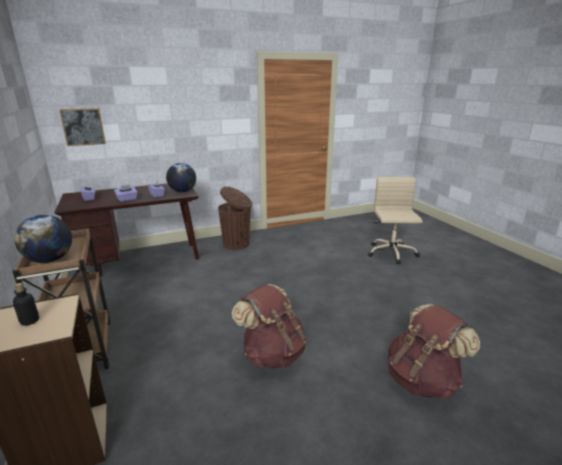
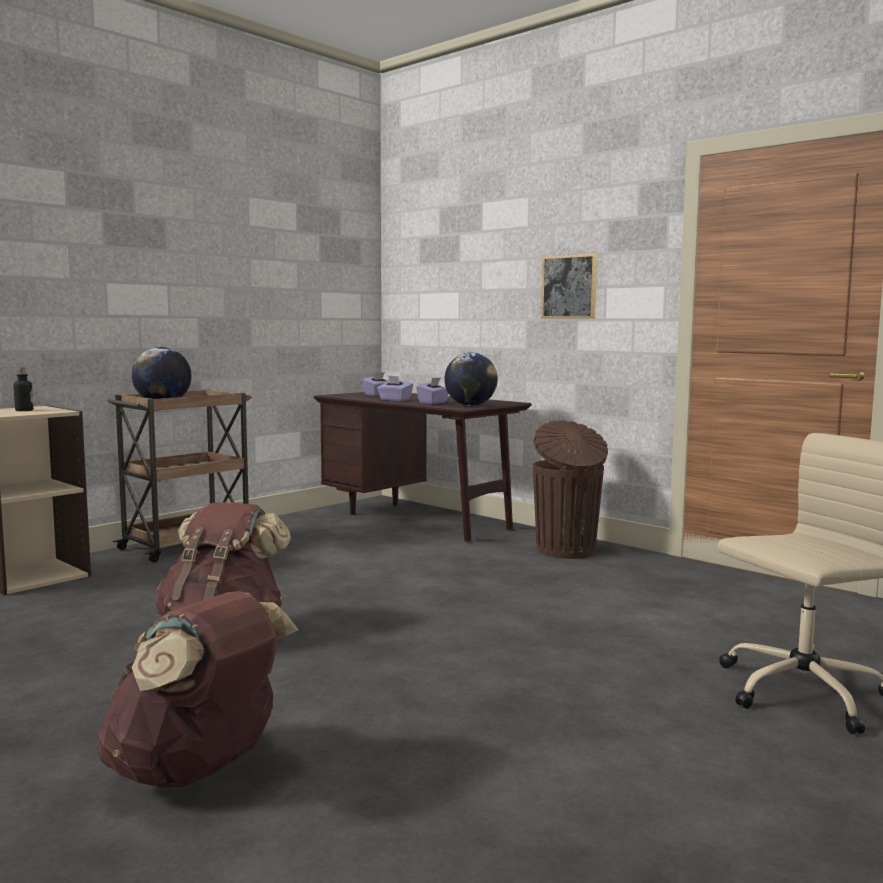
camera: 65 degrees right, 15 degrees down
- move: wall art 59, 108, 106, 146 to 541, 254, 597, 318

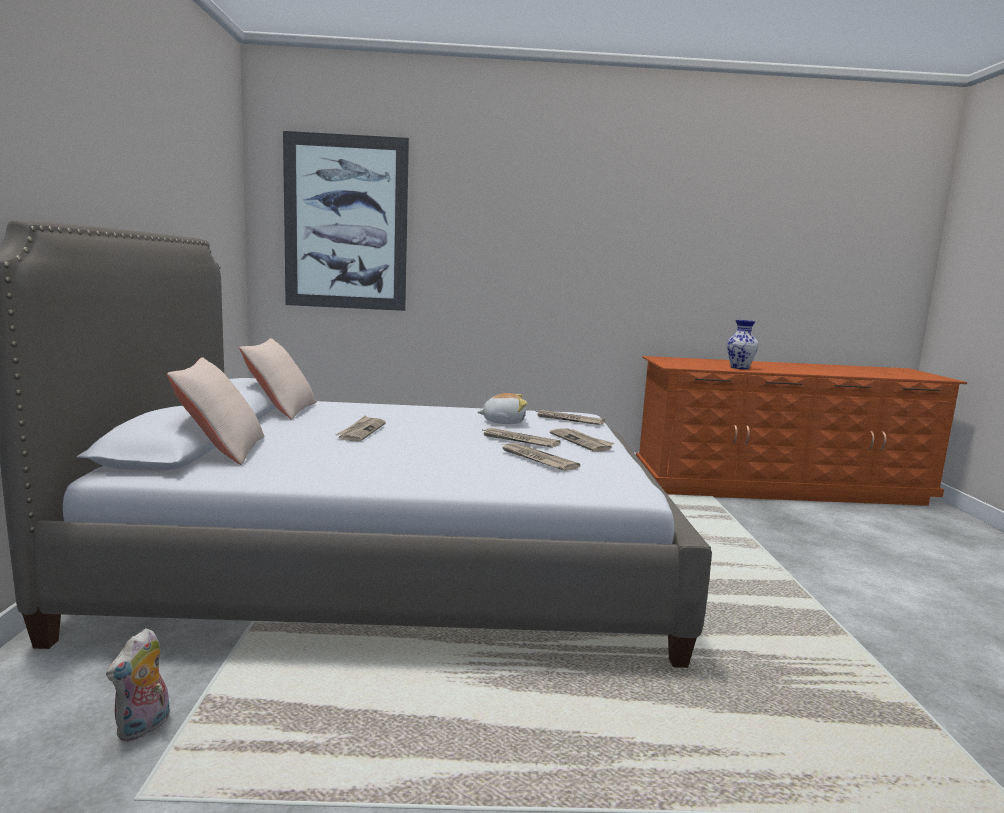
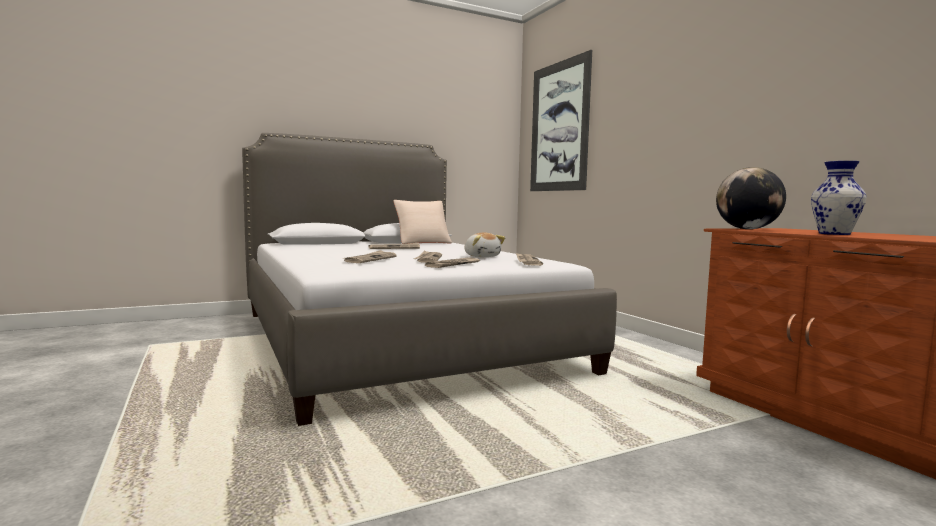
camera: 65 degrees right, 5 degrees down
- insert: globe 716, 167, 786, 229
- delete: cuddly toy 106, 628, 170, 742
- delete: sand-coloured throw pillow 167, 357, 264, 465

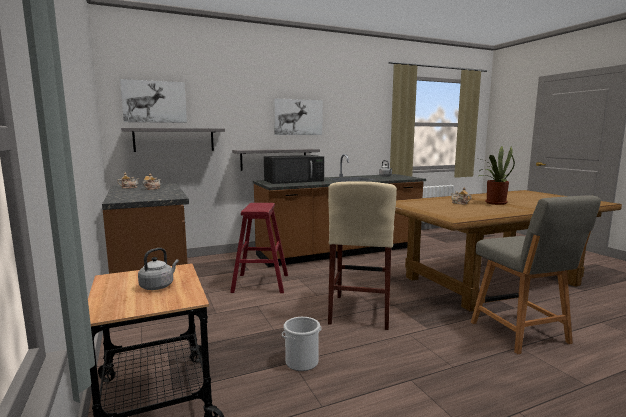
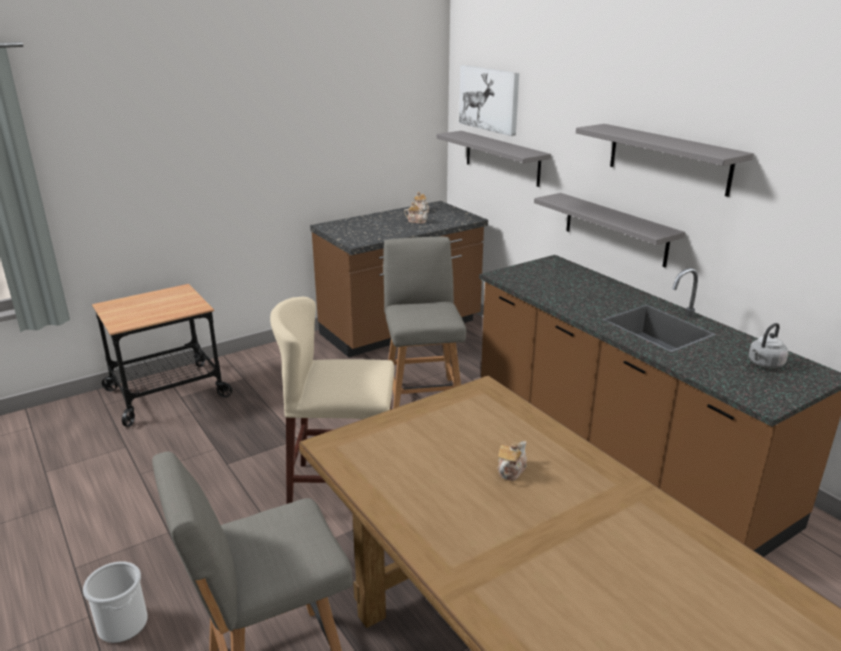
camera: 80 degrees right, 15 degrees up
- move: pail 282, 317, 321, 371 to 83, 561, 148, 643
- replace: reddish sitting stool 230, 203, 288, 293 to greyish upright chair 383, 237, 466, 409
- replace: wall art 274, 99, 322, 135 to greyish bracket shelf 576, 124, 754, 197
- delete: greyish tea kettle 138, 248, 179, 290
- delete: blackish microwave oven 264, 155, 324, 184
- delete: plant in a pot 479, 146, 515, 205

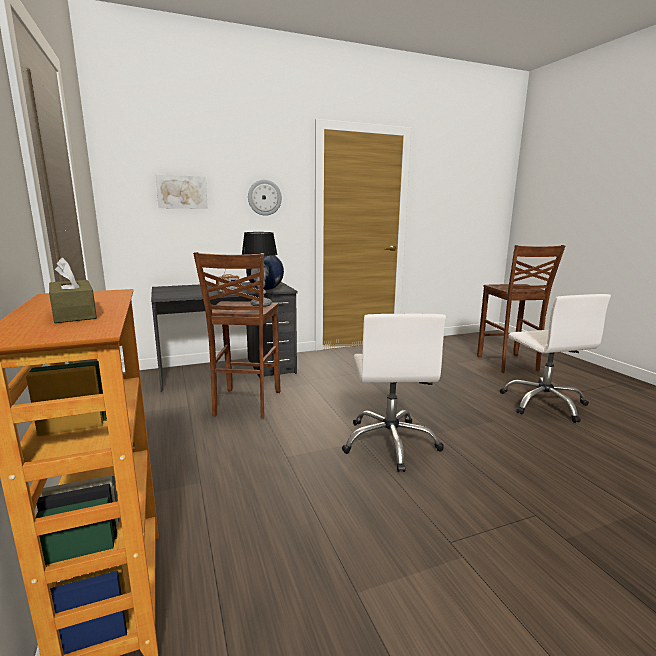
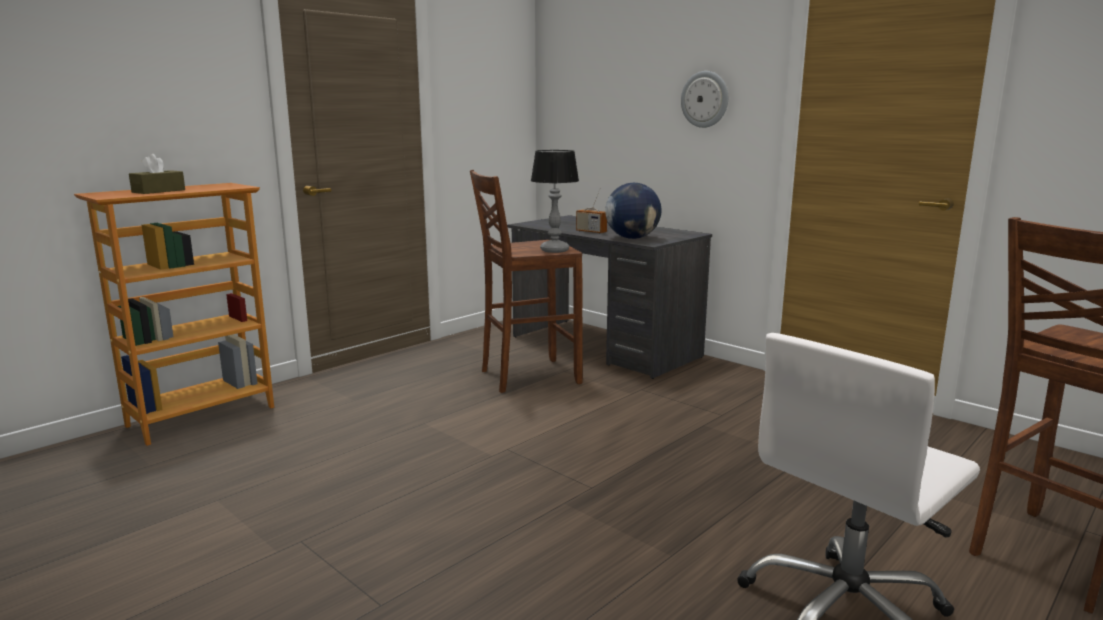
camera: 65 degrees right, 0 degrees up
- delete: wall art 156, 175, 208, 209
- delete: white-coloured computer chair 342, 314, 446, 472

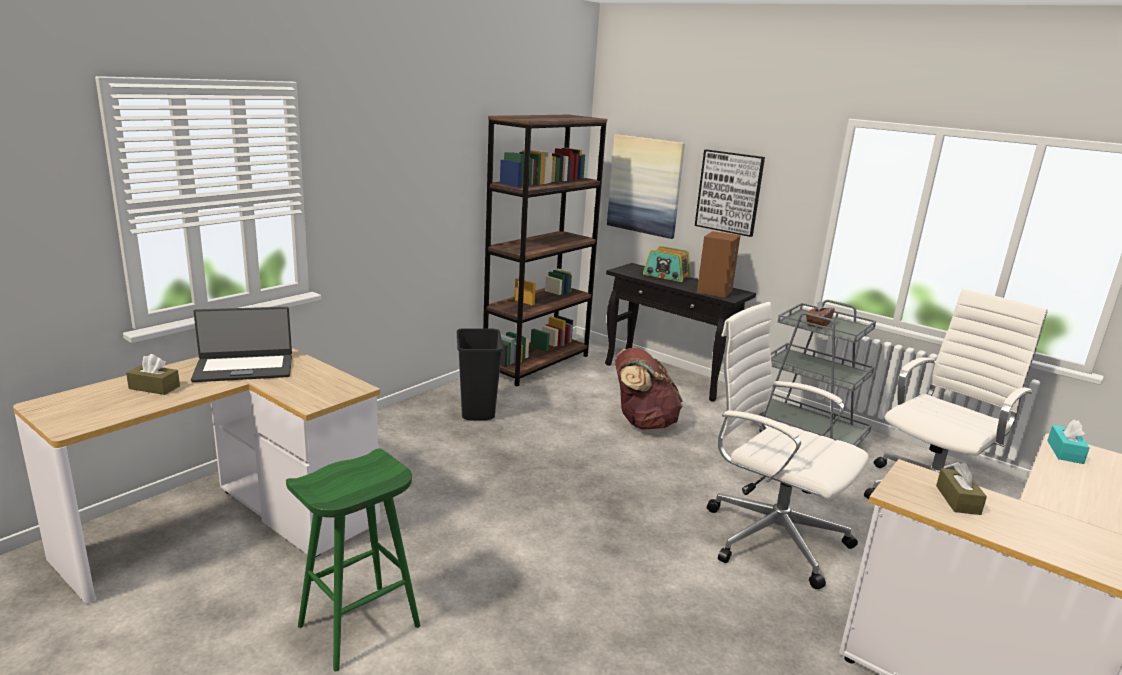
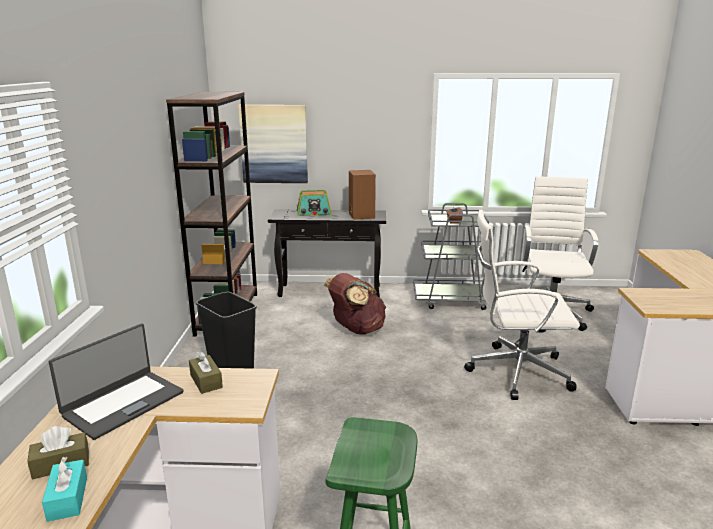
camera: 35 degrees left, 0 degrees up
- move: turquoise tissue holder 1047, 420, 1090, 464 to 42, 457, 87, 522
- move: brownish tissue holder 936, 463, 987, 515 to 189, 351, 223, 394
- delete: wall art 695, 150, 765, 237

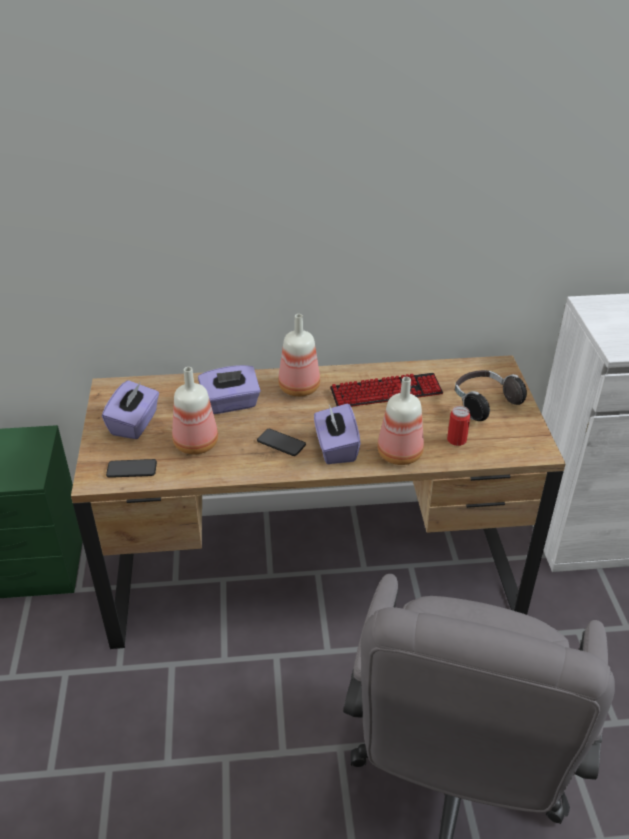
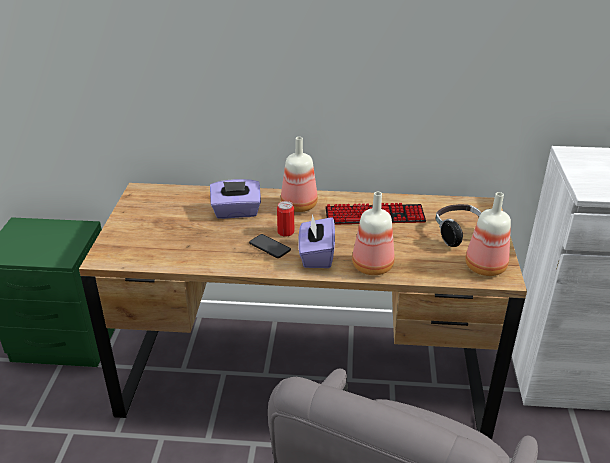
camera: 10 degrees right, 5 degrees down
- move: can 447, 406, 471, 446 to 277, 201, 294, 237
- move: bottle 172, 367, 218, 455 to 465, 192, 511, 276
- delete: purple-coloured tissue holder 102, 380, 159, 439
- delete: telephone 106, 459, 157, 478

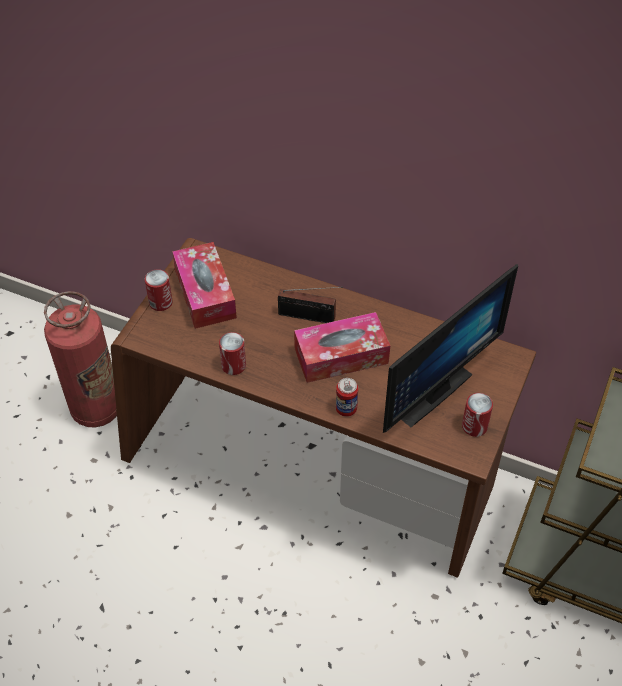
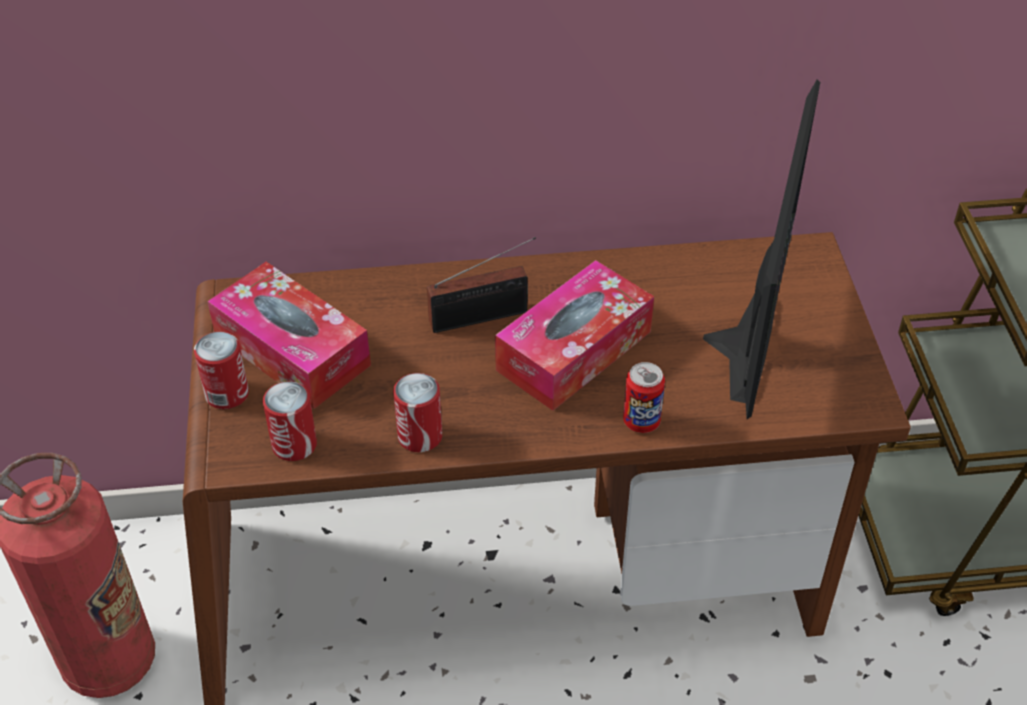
camera: 30 degrees left, 5 degrees down
- move: can 462, 393, 493, 437 to 263, 381, 317, 461

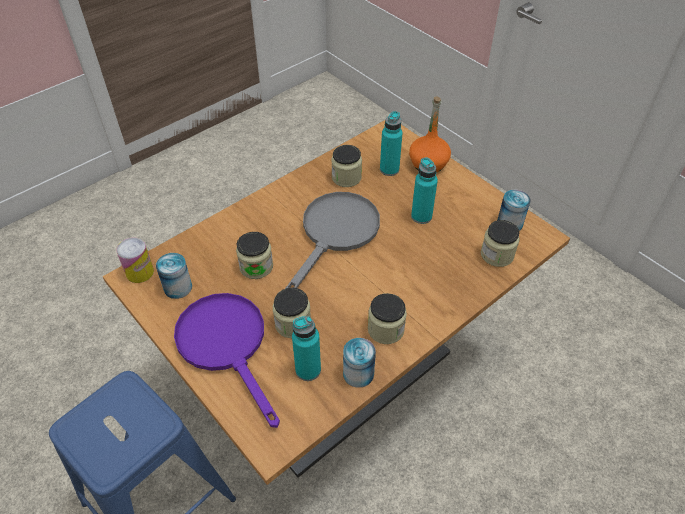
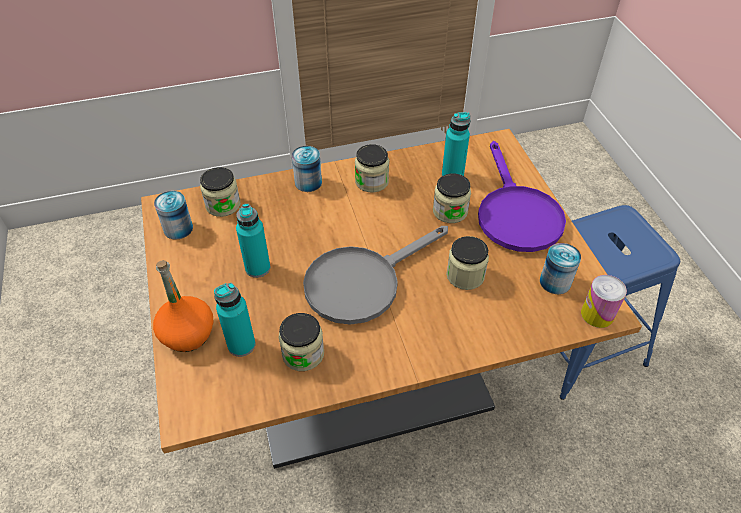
camera: 155 degrees left, 0 degrees up
- move: can 343, 338, 376, 388 to 292, 146, 322, 192

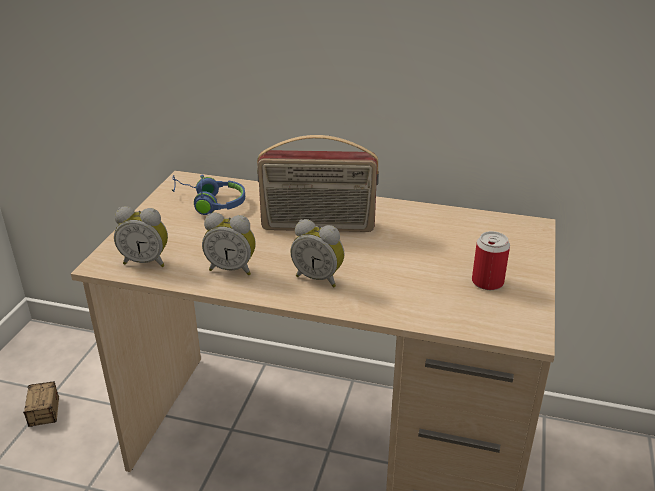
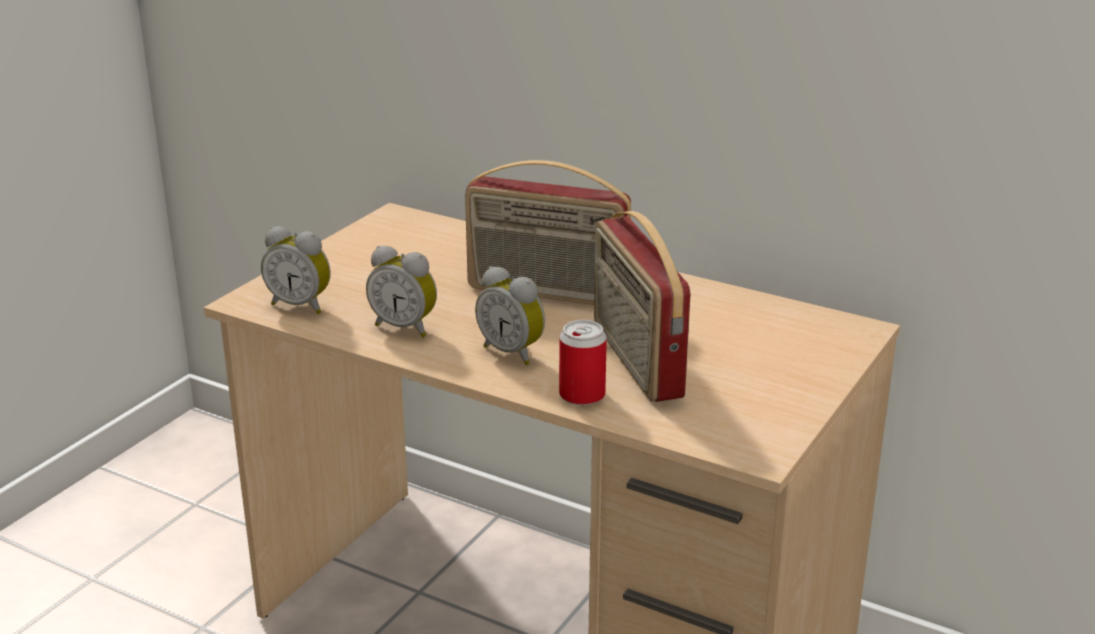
camera: 15 degrees right, 5 degrees down
- move: can 472, 231, 510, 290 to 559, 320, 607, 405
- insert: radio set 594, 211, 691, 402
- delete: storage container 23, 381, 59, 427
- delete: bluish headphones 172, 175, 245, 215

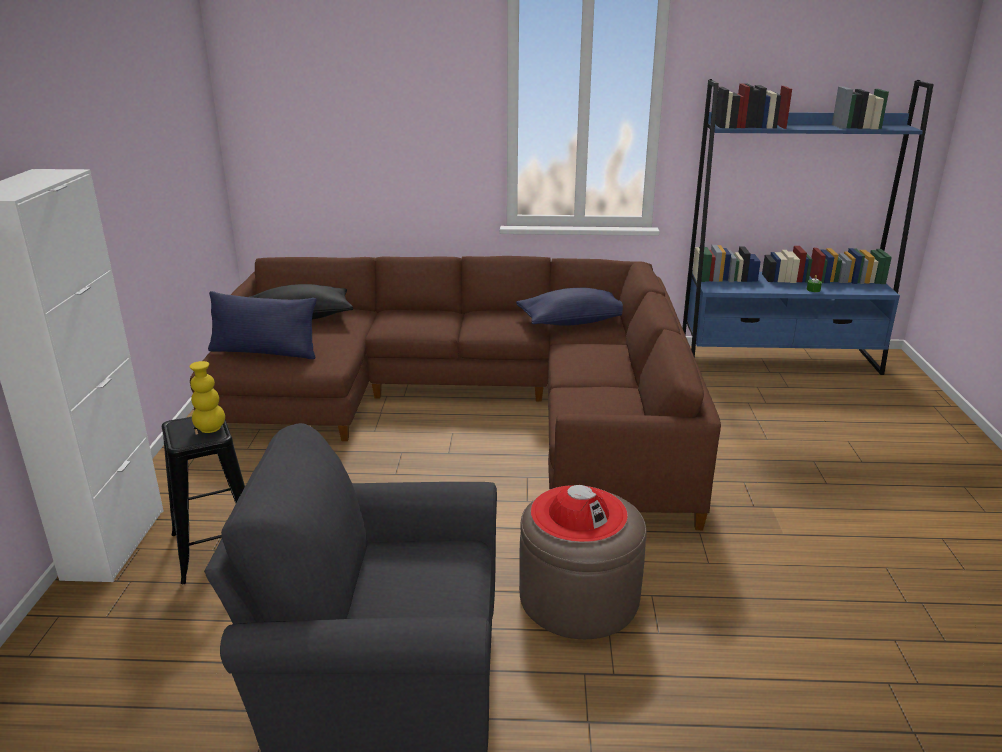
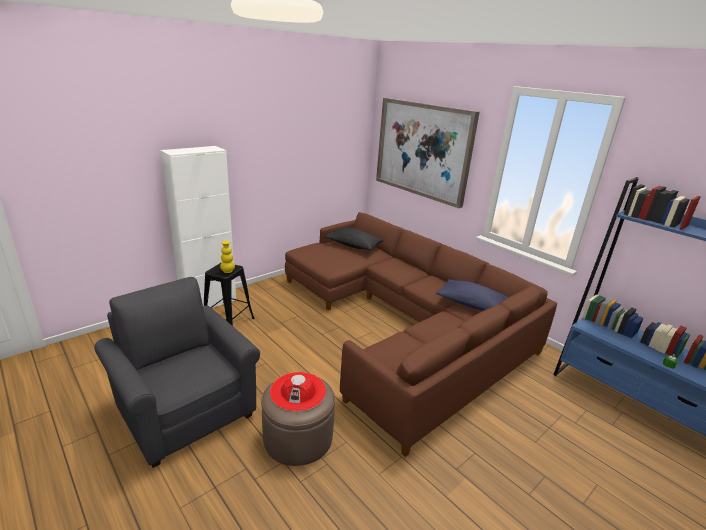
camera: 45 degrees right, 0 degrees up
- insert: wall art 376, 98, 480, 208
- delete: bluish throw pillow 208, 291, 317, 359

